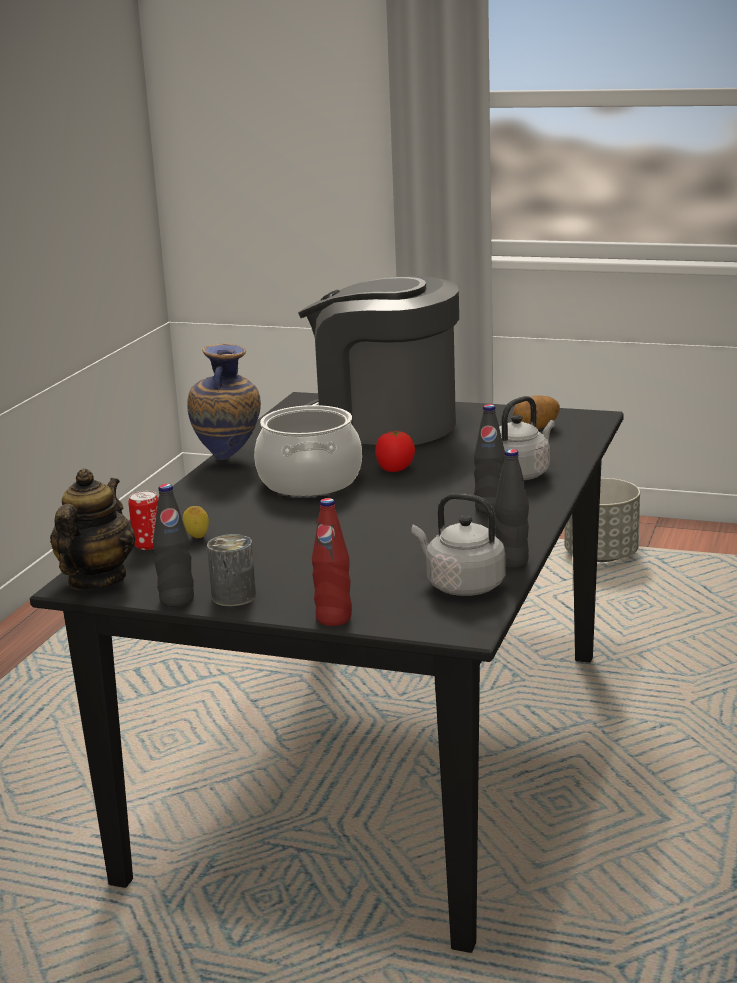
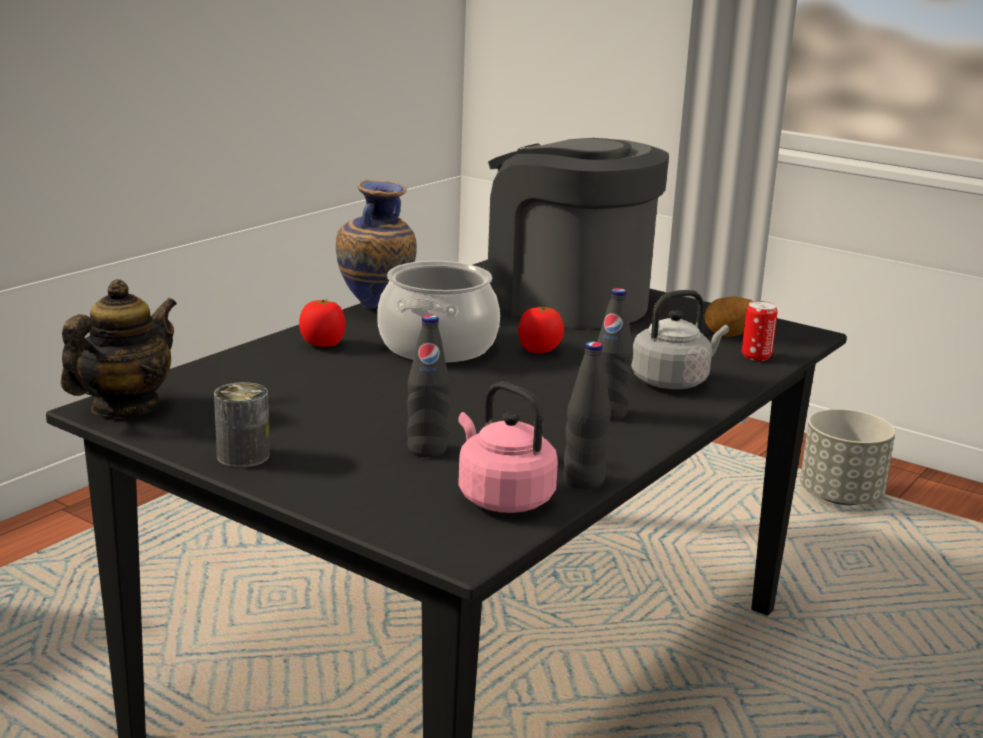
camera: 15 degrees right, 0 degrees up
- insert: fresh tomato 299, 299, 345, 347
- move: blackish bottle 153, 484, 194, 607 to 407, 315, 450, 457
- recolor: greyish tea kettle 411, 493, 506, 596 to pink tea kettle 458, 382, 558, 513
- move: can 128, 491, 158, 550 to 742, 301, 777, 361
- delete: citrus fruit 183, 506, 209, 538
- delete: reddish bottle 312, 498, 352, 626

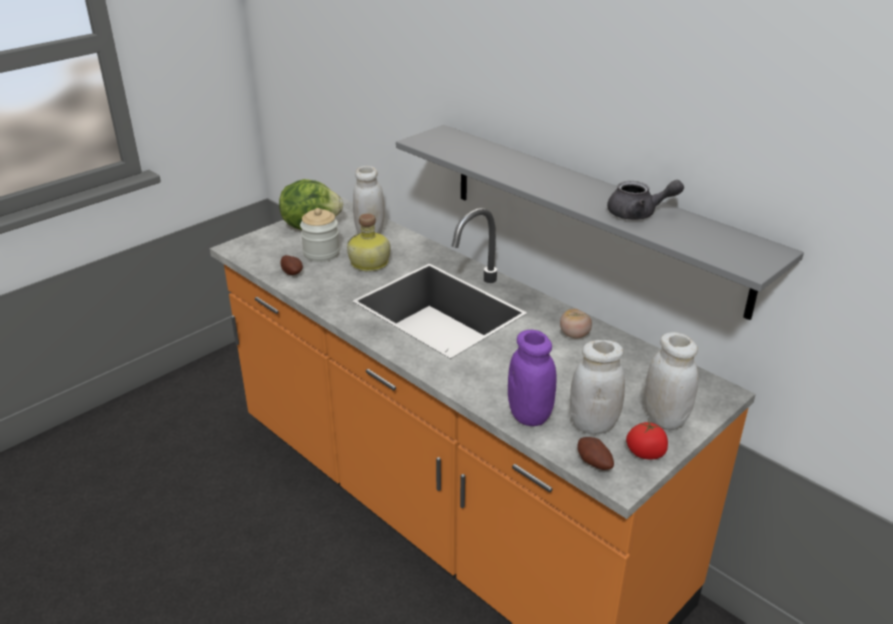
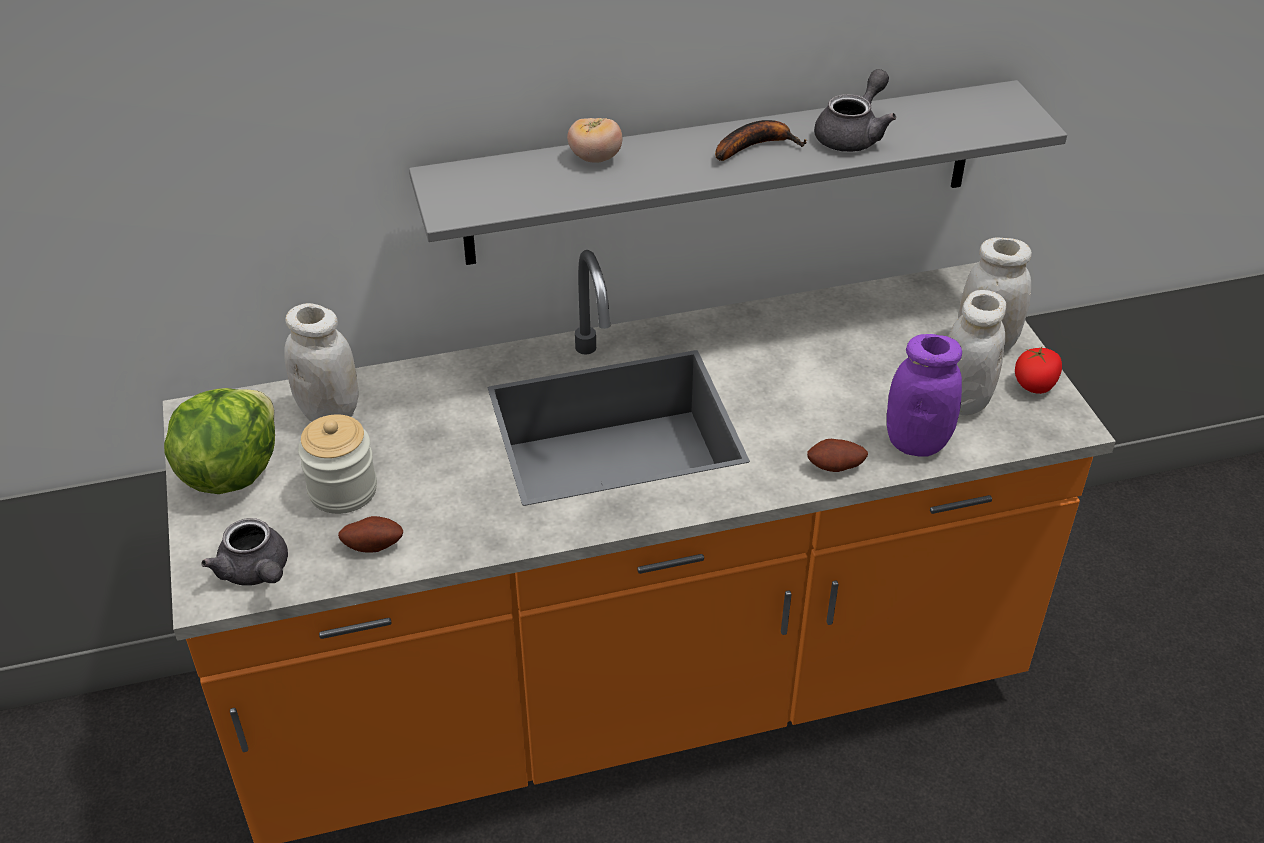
camera: 60 degrees left, 10 degrees up
- insert: greyish tea pot 202, 518, 288, 586
- move: fresh tomato 560, 309, 592, 338 to 567, 118, 622, 163
- insert: banana 715, 120, 807, 161
- move: spud 578, 437, 614, 470 to 807, 439, 868, 472
- delete: bottle 347, 214, 390, 271

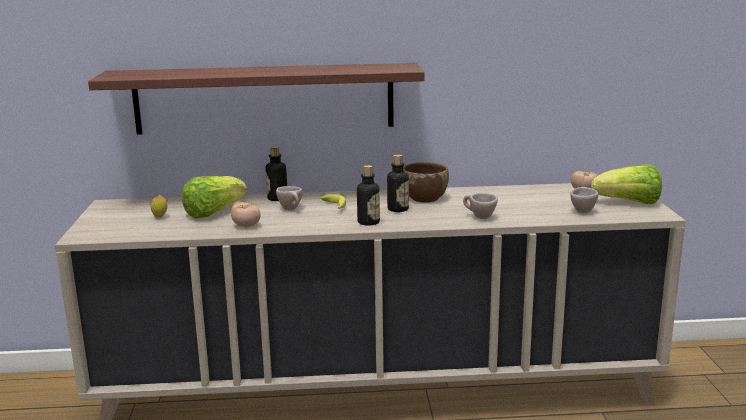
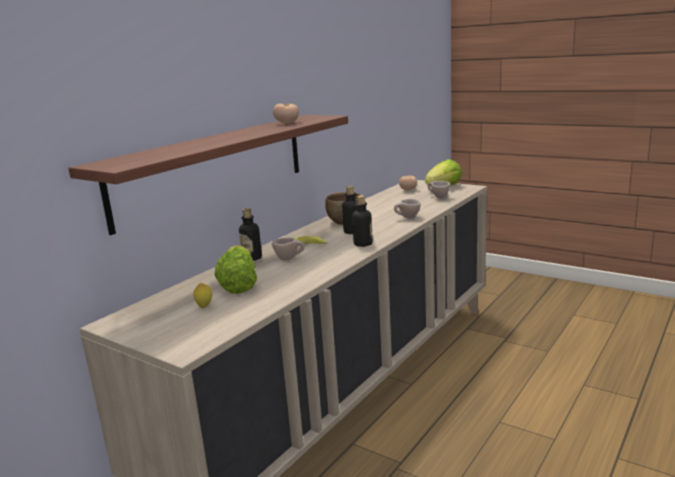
camera: 50 degrees left, 0 degrees up
- move: fresh tomato 231, 202, 261, 227 to 273, 104, 299, 124

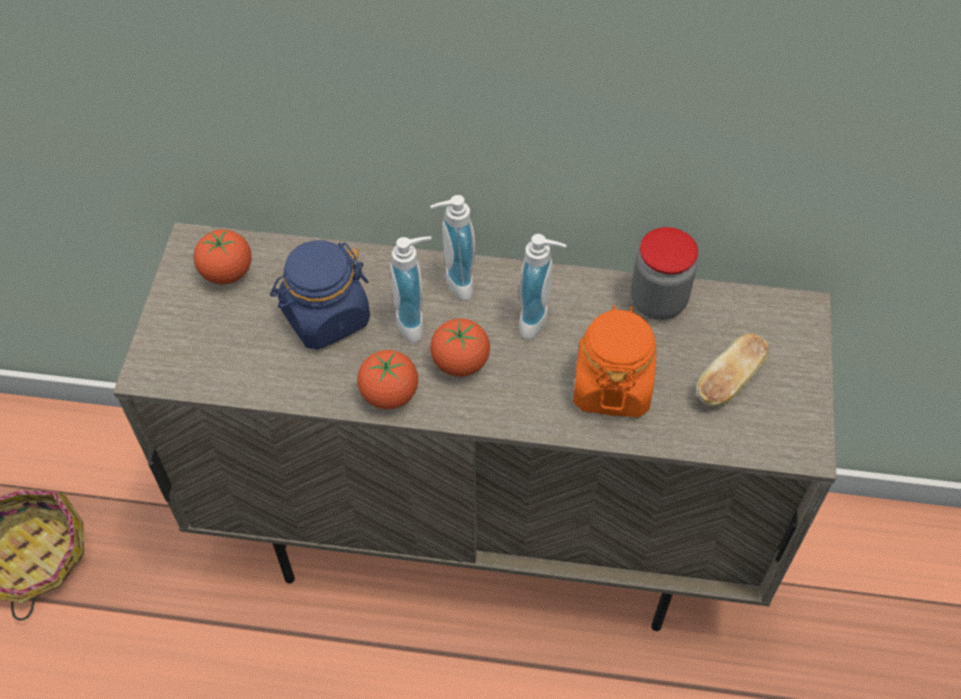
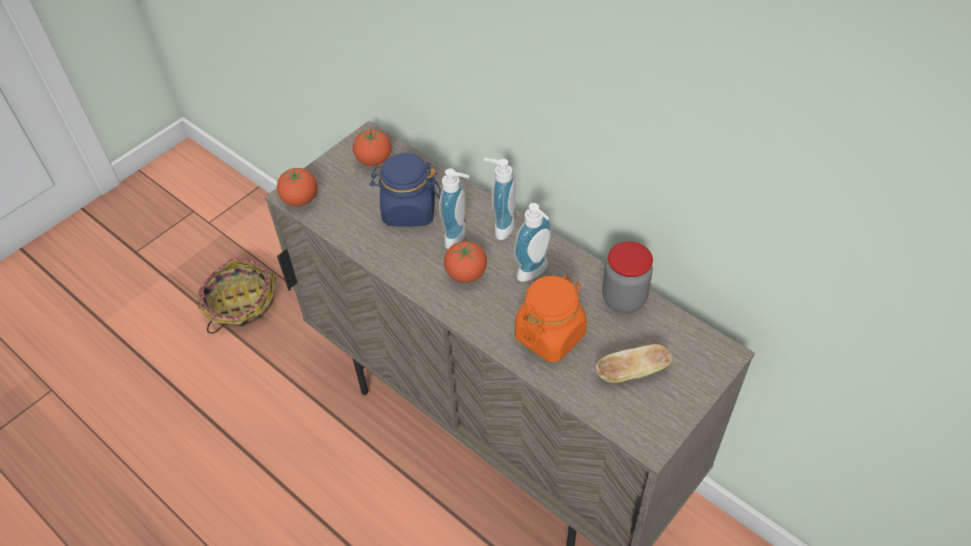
camera: 35 degrees right, 5 degrees down
- move: fresh tomato 357, 350, 418, 409 to 277, 168, 318, 206

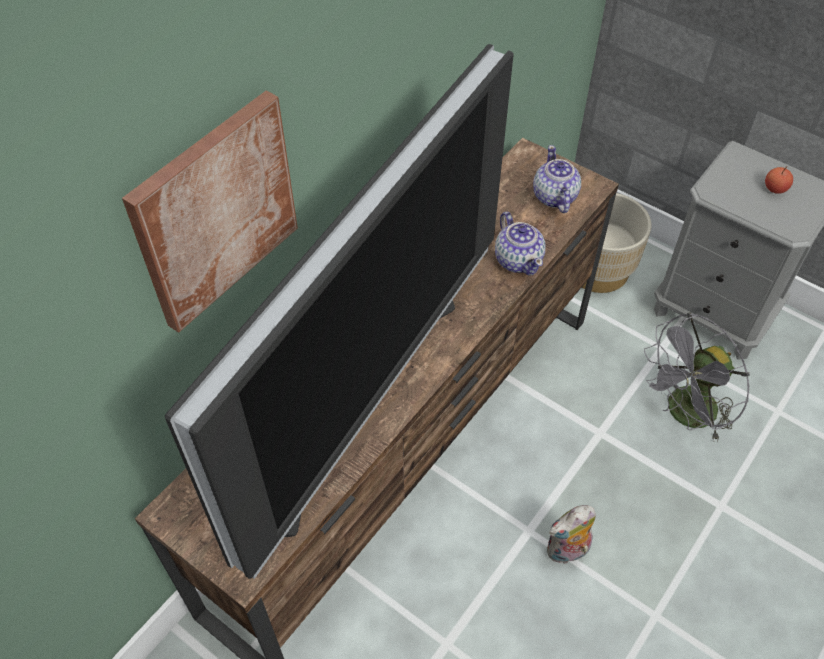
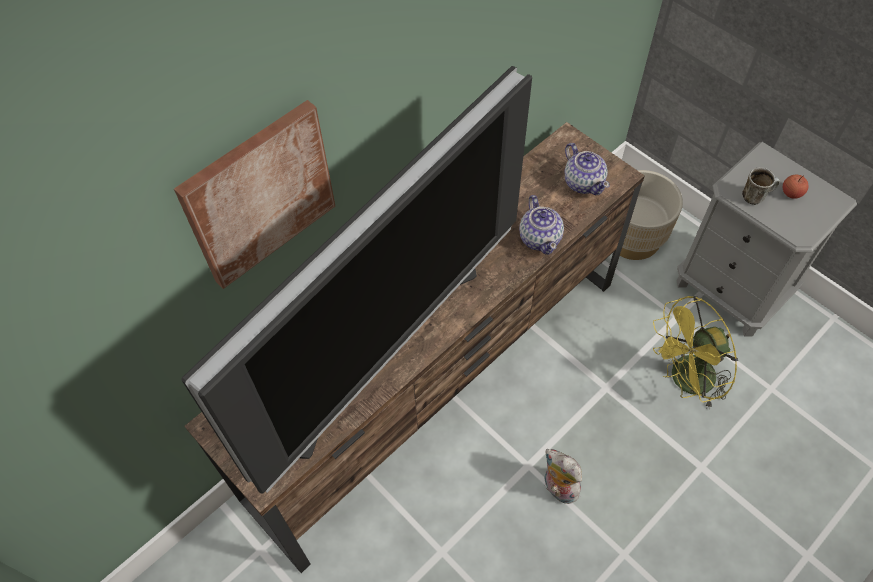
camera: 10 degrees right, 5 degrees up
- rotate: cuddly toy 547, 505, 596, 564 = 545, 449, 582, 504 60 degrees clockwise
- rotate: tea pot 533, 145, 581, 213 = 565, 143, 610, 195 150 degrees clockwise
- recolor: greyish electric fan 644, 313, 750, 442 to yellow electric fan 653, 296, 738, 410
- insert: mug 742, 167, 780, 205

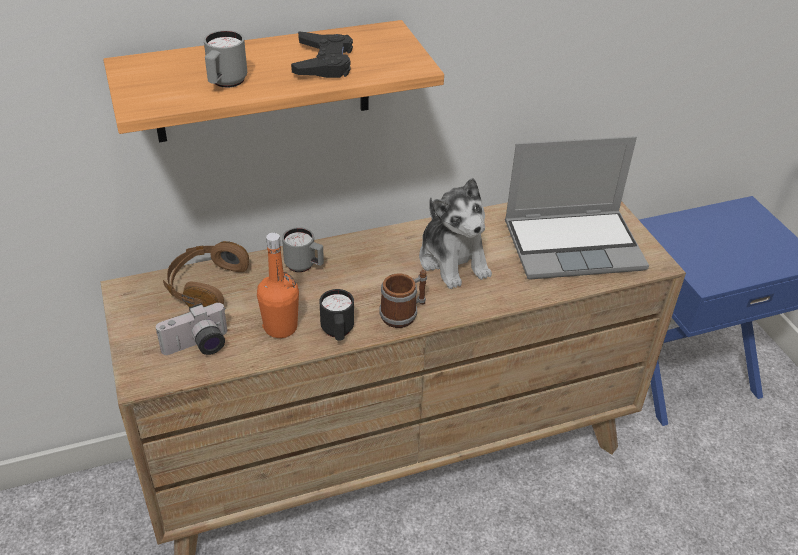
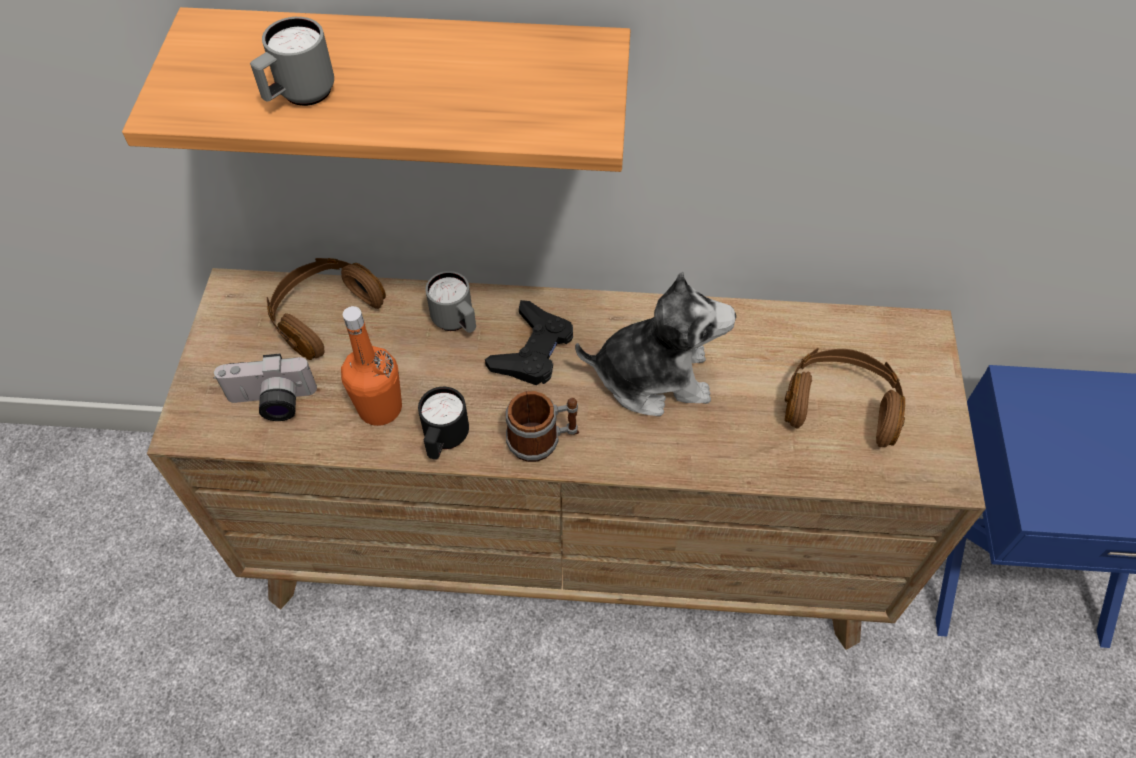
camera: 25 degrees right, 15 degrees up
- move: blackish joypad 291, 31, 353, 78 to 485, 300, 573, 385
- rotate: cuddly toy 419, 178, 492, 289 = 575, 272, 736, 416 90 degrees counterclockwise
- replace: portable computer 505, 136, 649, 279 to brownish headphones 785, 348, 905, 447

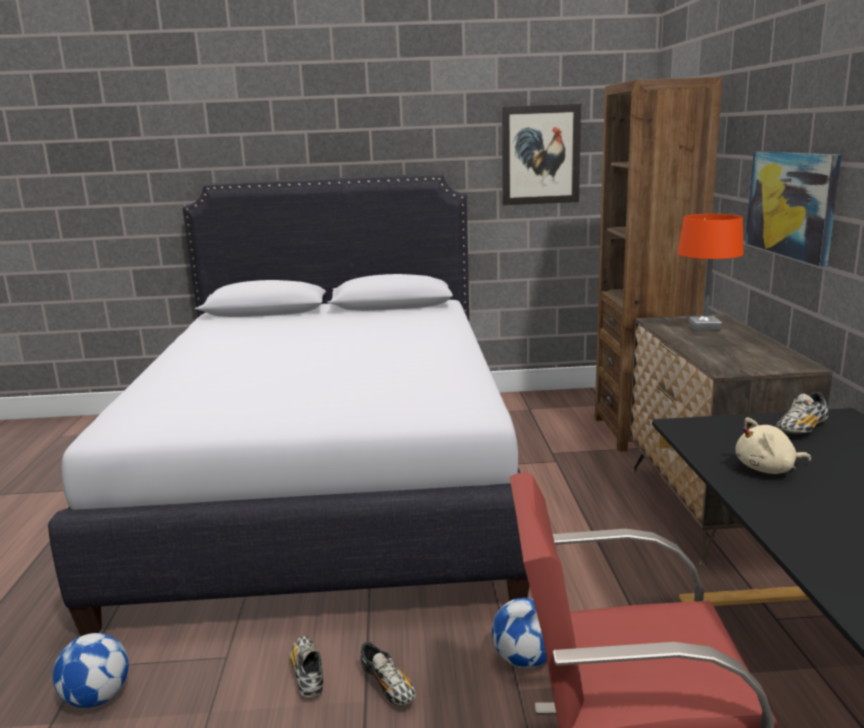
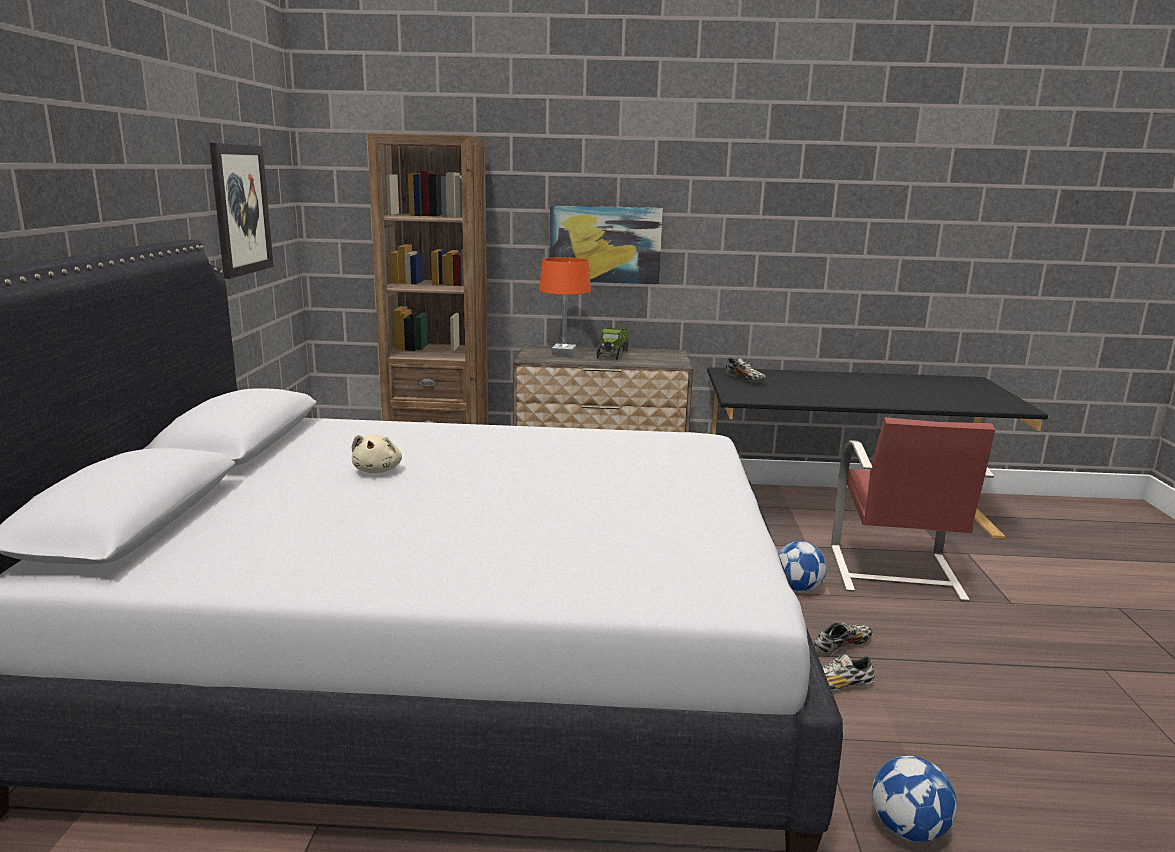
camera: 85 degrees left, 0 degrees up
- move: sand-coloured cuddly toy 735, 418, 811, 474 to 352, 434, 402, 473
- insert: model truck 596, 328, 630, 360

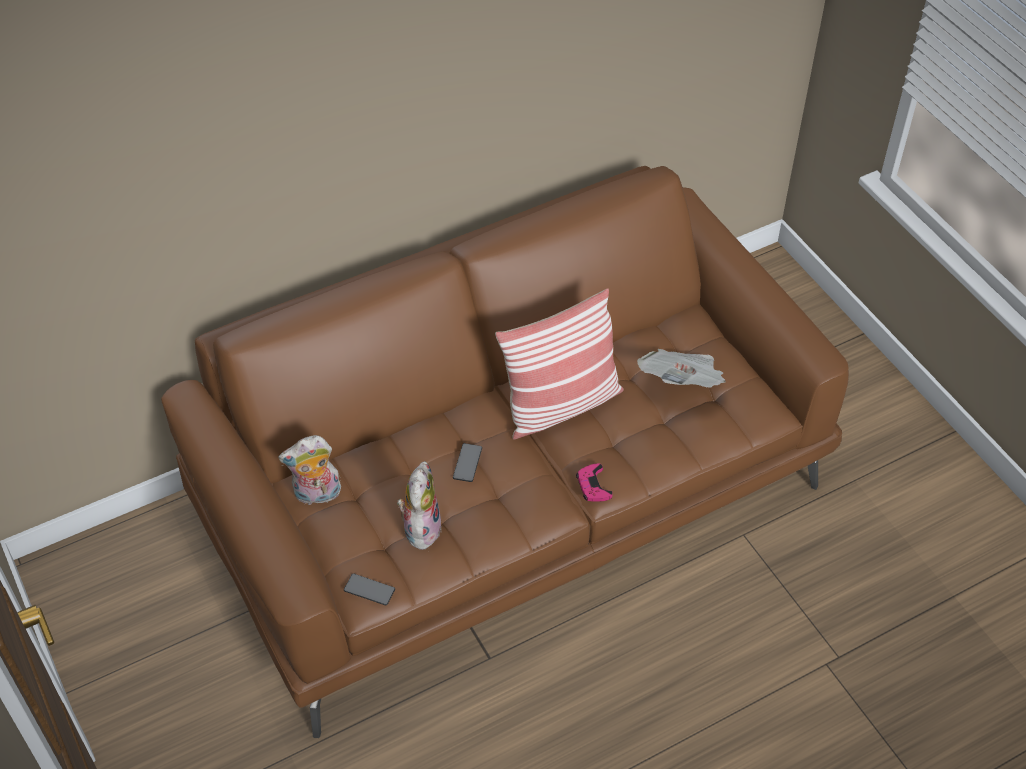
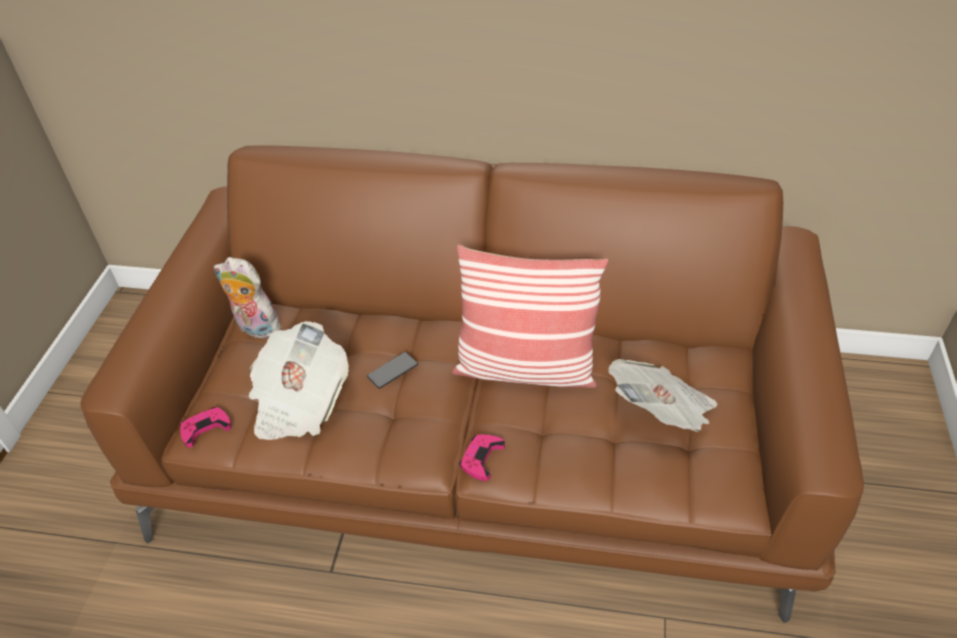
camera: 40 degrees right, 5 degrees down
- replace: telephone 344, 574, 395, 606 to pink joypad 180, 407, 232, 448
- replace: cuddly toy 397, 461, 441, 550 to daily paper 249, 321, 349, 440

